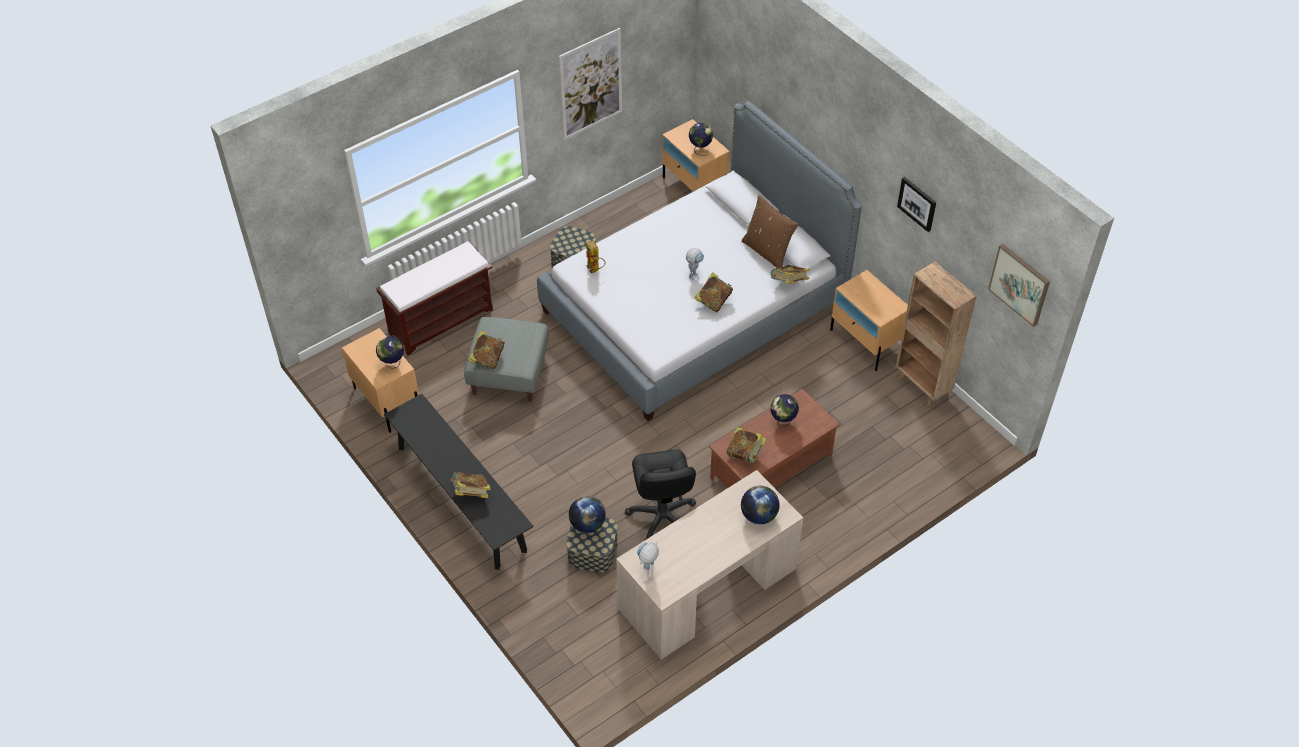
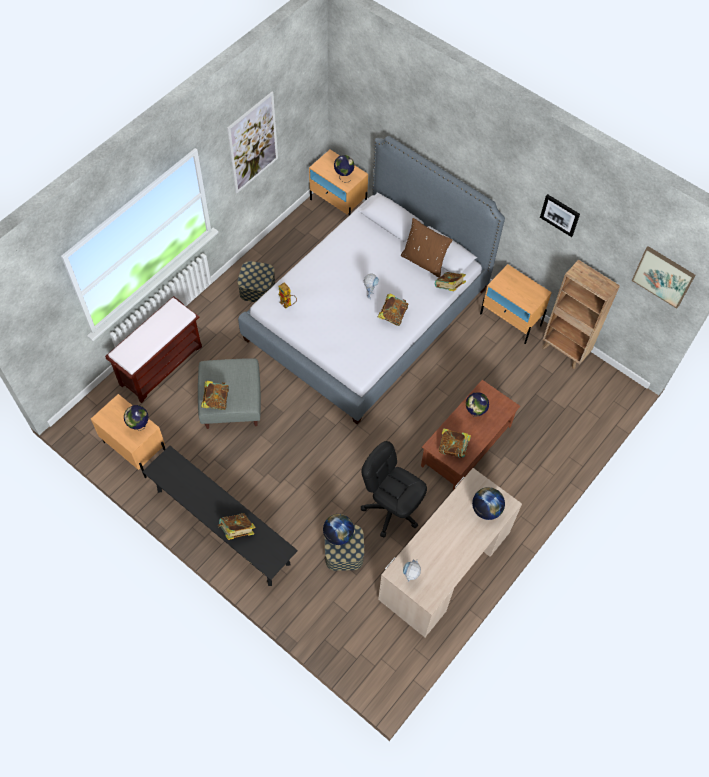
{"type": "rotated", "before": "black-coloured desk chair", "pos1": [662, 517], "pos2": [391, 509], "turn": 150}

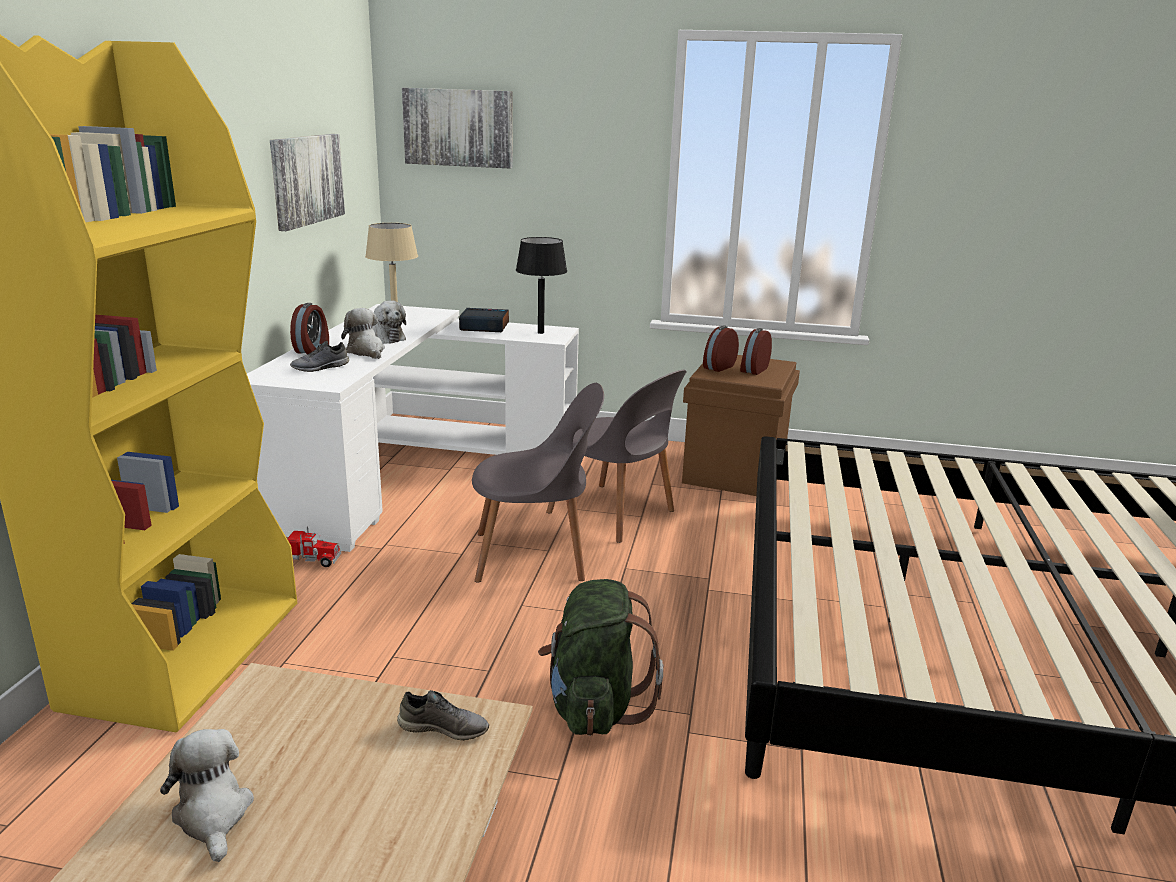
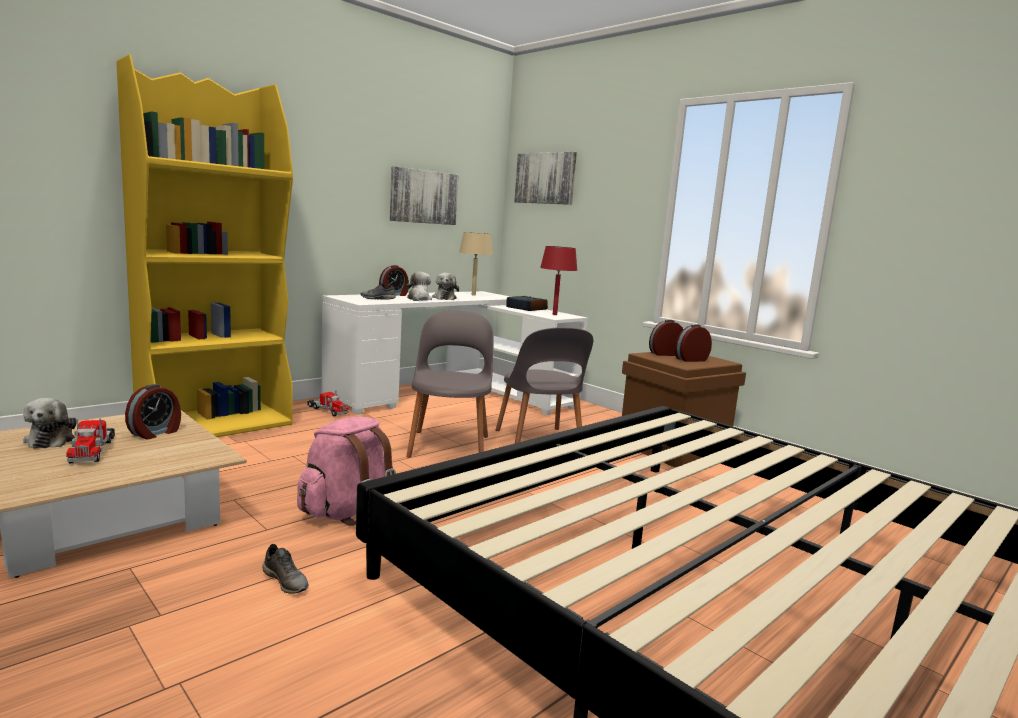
{"type": "new", "after": "toy truck", "pos2": [92, 450]}
{"type": "new", "after": "bedside clock", "pos2": [156, 433]}
{"type": "shifted", "before": "grey item of footwear", "pos1": [444, 727], "pos2": [286, 581]}
{"type": "repainted", "before": "black-coloured table lamp", "after": "reddish table lamp", "pos1": [540, 333], "pos2": [554, 314]}
{"type": "repainted", "before": "green-coloured knapsack", "after": "pink knapsack", "pos1": [594, 707], "pos2": [347, 511]}
{"type": "rotated", "before": "soft toy", "pos1": [213, 815], "pos2": [51, 439], "turn": 150}
{"type": "rotated", "before": "grey upright chair", "pos1": [536, 556], "pos2": [449, 444], "turn": -120}

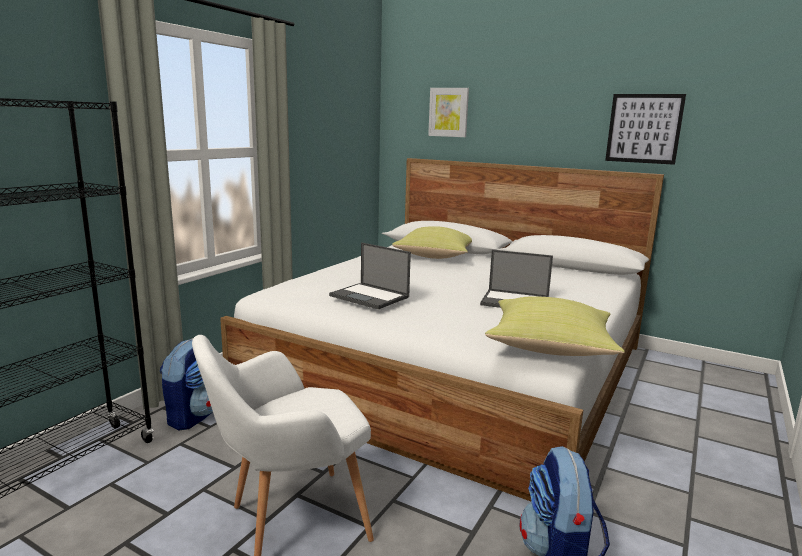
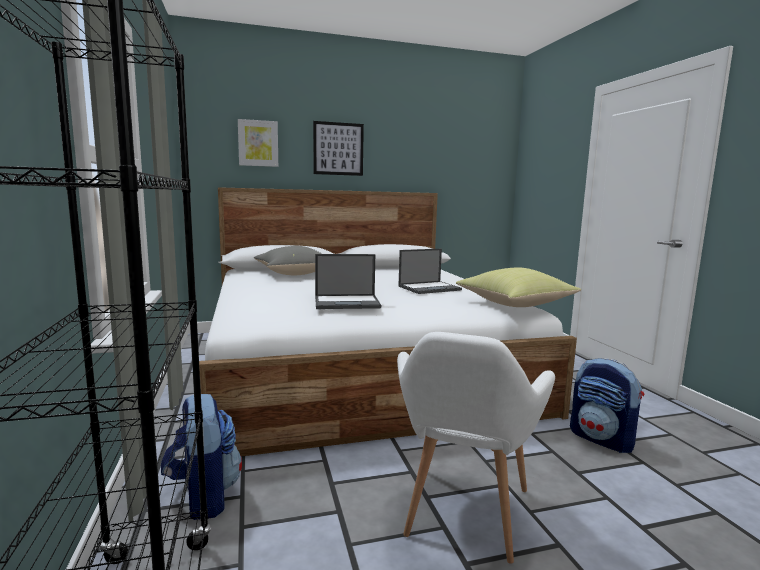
{"type": "shifted", "before": "wall picture", "pos1": [644, 128], "pos2": [338, 149]}
{"type": "repainted", "before": "yellowish pillow", "after": "grey pillow", "pos1": [436, 256], "pos2": [295, 274]}

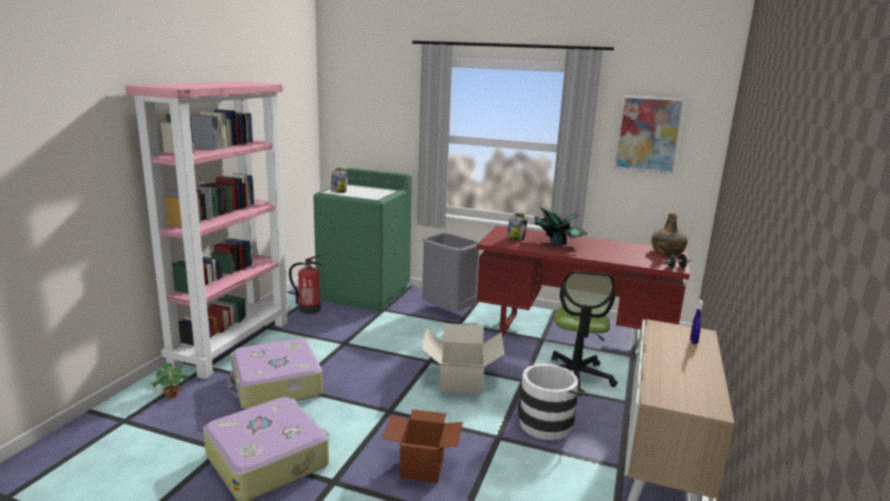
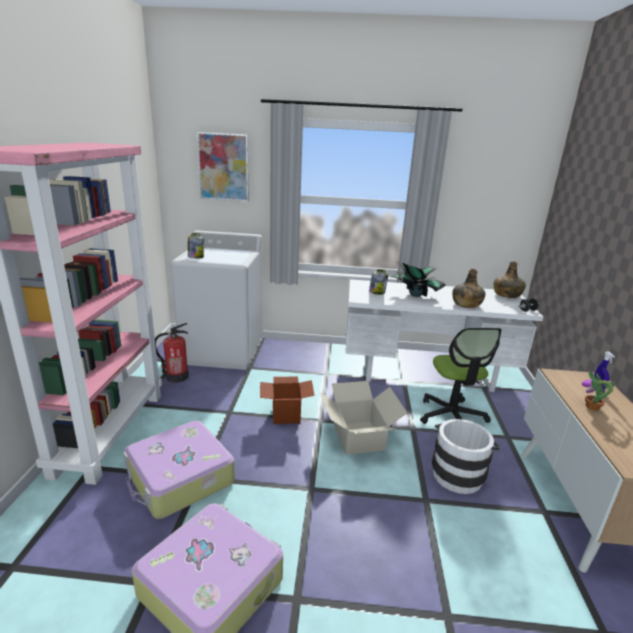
{"type": "gone", "before": "grey waste bin", "pos1": [448, 311]}
{"type": "new", "after": "green-coloured drink bottle", "pos2": [466, 304]}
{"type": "shifted", "before": "plant in a pot", "pos1": [171, 395], "pos2": [592, 407]}
{"type": "shifted", "before": "packing box", "pos1": [422, 467], "pos2": [286, 415]}
{"type": "shifted", "before": "wall picture", "pos1": [648, 134], "pos2": [223, 167]}
{"type": "repainted", "before": "green-coloured laundry machine", "after": "white laundry machine", "pos1": [365, 293], "pos2": [223, 351]}
{"type": "repainted", "before": "reddish desk unit", "after": "white desk unit", "pos1": [573, 336], "pos2": [426, 373]}

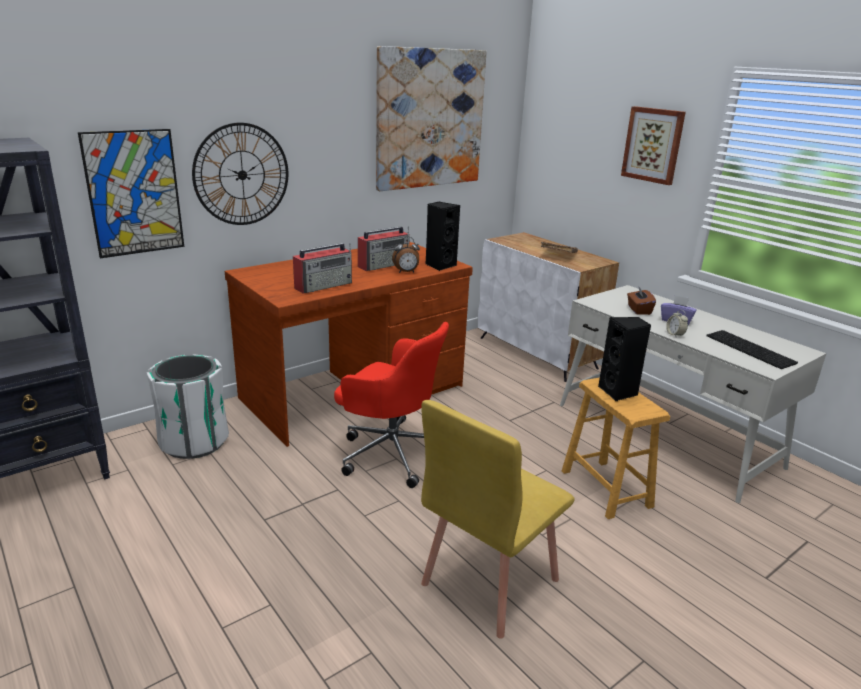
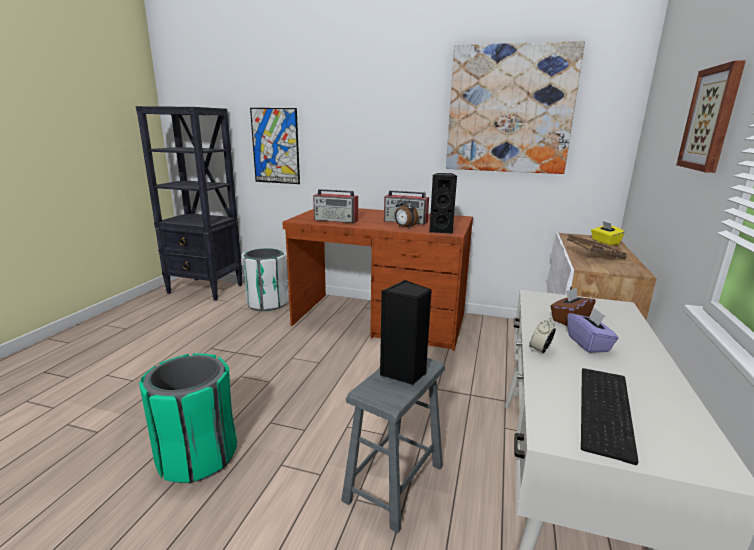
{"type": "gone", "before": "wall clock", "pos1": [242, 175]}
{"type": "gone", "before": "reddish desk chair", "pos1": [391, 451]}
{"type": "new", "after": "yellowish tissue holder", "pos2": [605, 242]}
{"type": "swapped", "before": "yellowish upright chair", "after": "green-coloured waste bin", "pos1": [488, 581], "pos2": [197, 456]}
{"type": "repainted", "before": "brown-coloured stool seat", "after": "grey stool seat", "pos1": [605, 489], "pos2": [394, 483]}

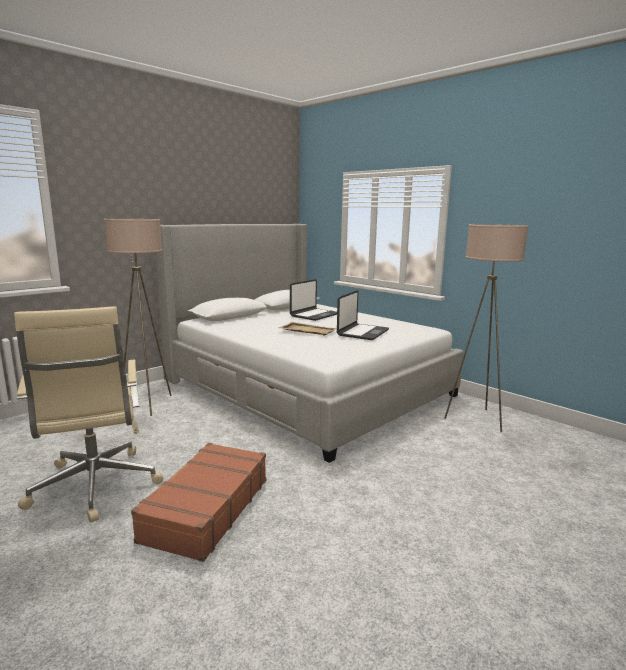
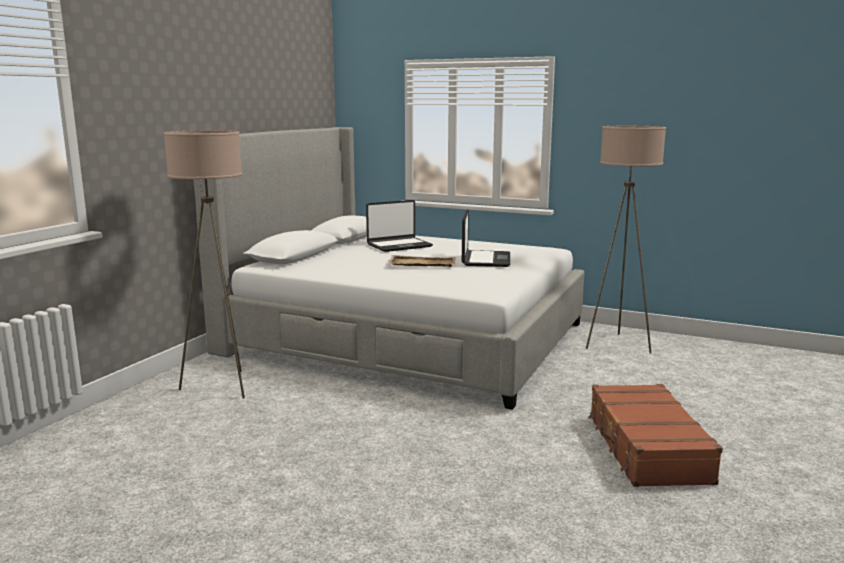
{"type": "gone", "before": "beige desk chair", "pos1": [95, 487]}
{"type": "shifted", "before": "brown-coloured suitcase", "pos1": [205, 509], "pos2": [646, 448]}
{"type": "rotated", "before": "portable computer", "pos1": [314, 315], "pos2": [399, 245], "turn": 45}

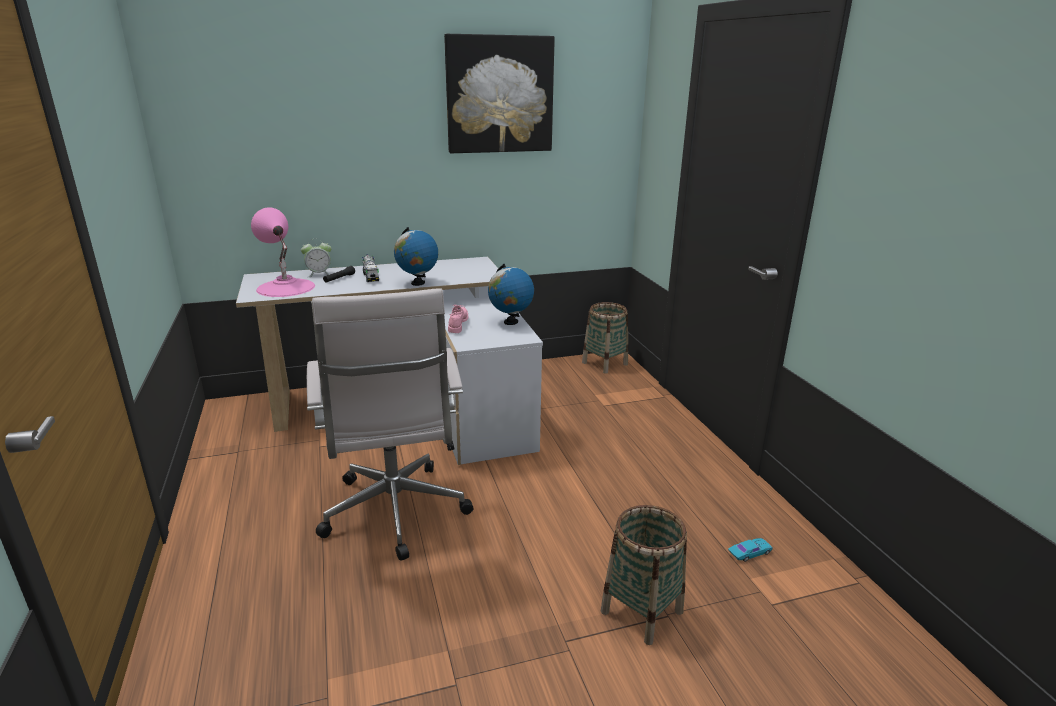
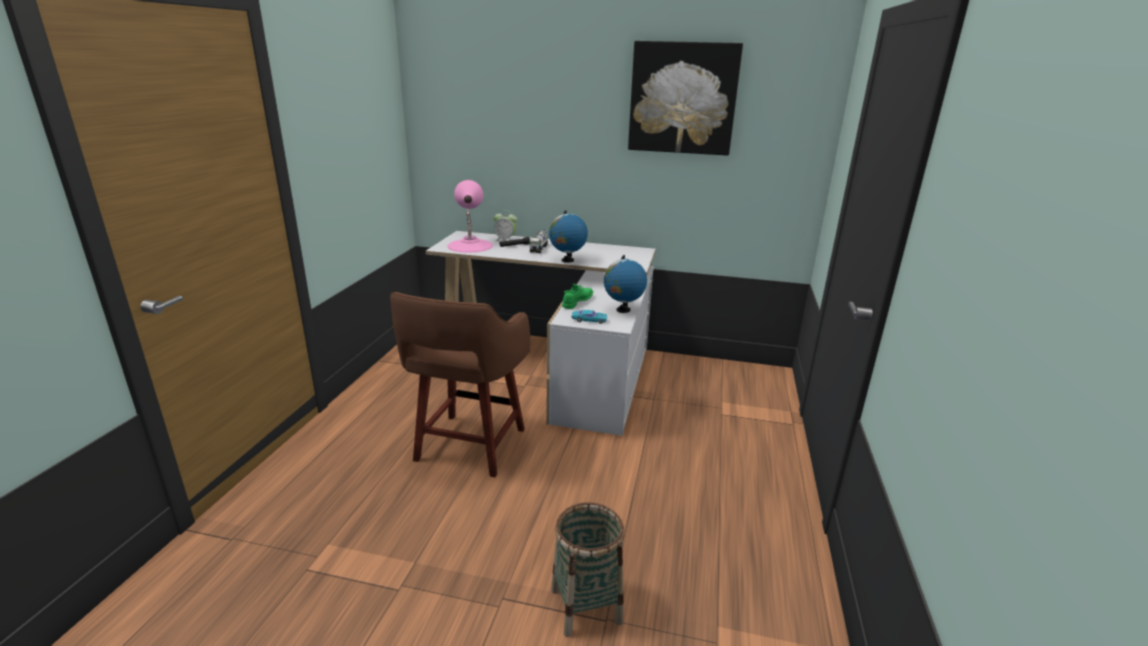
{"type": "gone", "before": "household basket", "pos1": [605, 363]}
{"type": "shifted", "before": "blue-green model car", "pos1": [749, 553], "pos2": [589, 320]}
{"type": "swapped", "before": "white desk chair", "after": "brown-coloured stool seat", "pos1": [395, 515], "pos2": [469, 447]}
{"type": "repainted", "before": "pink item of footwear", "after": "green-coloured item of footwear", "pos1": [458, 324], "pos2": [577, 302]}

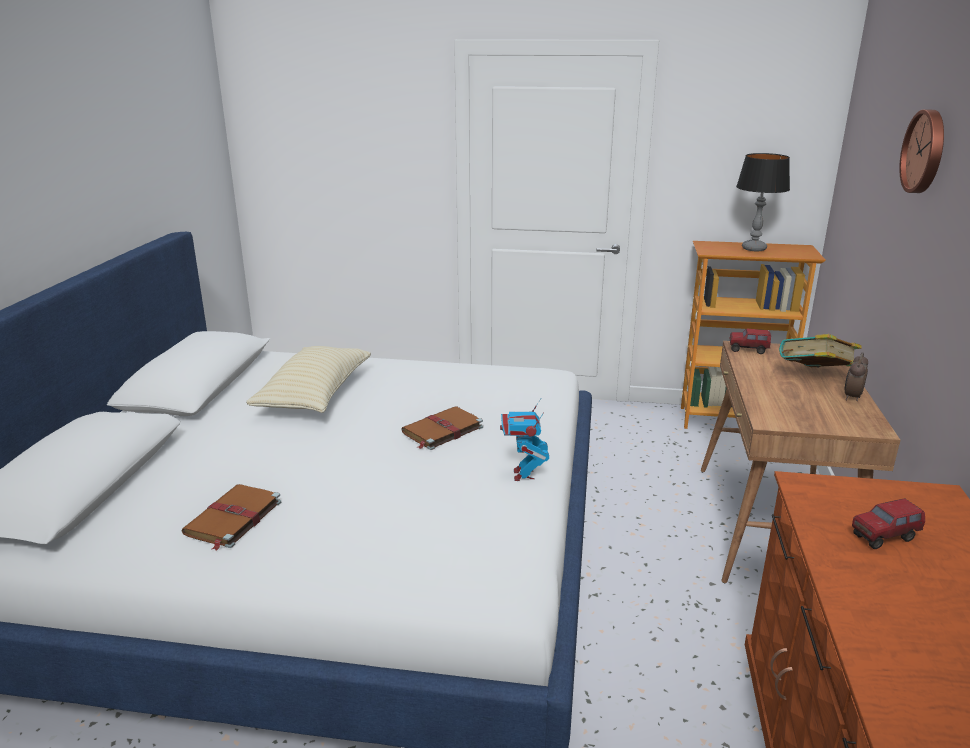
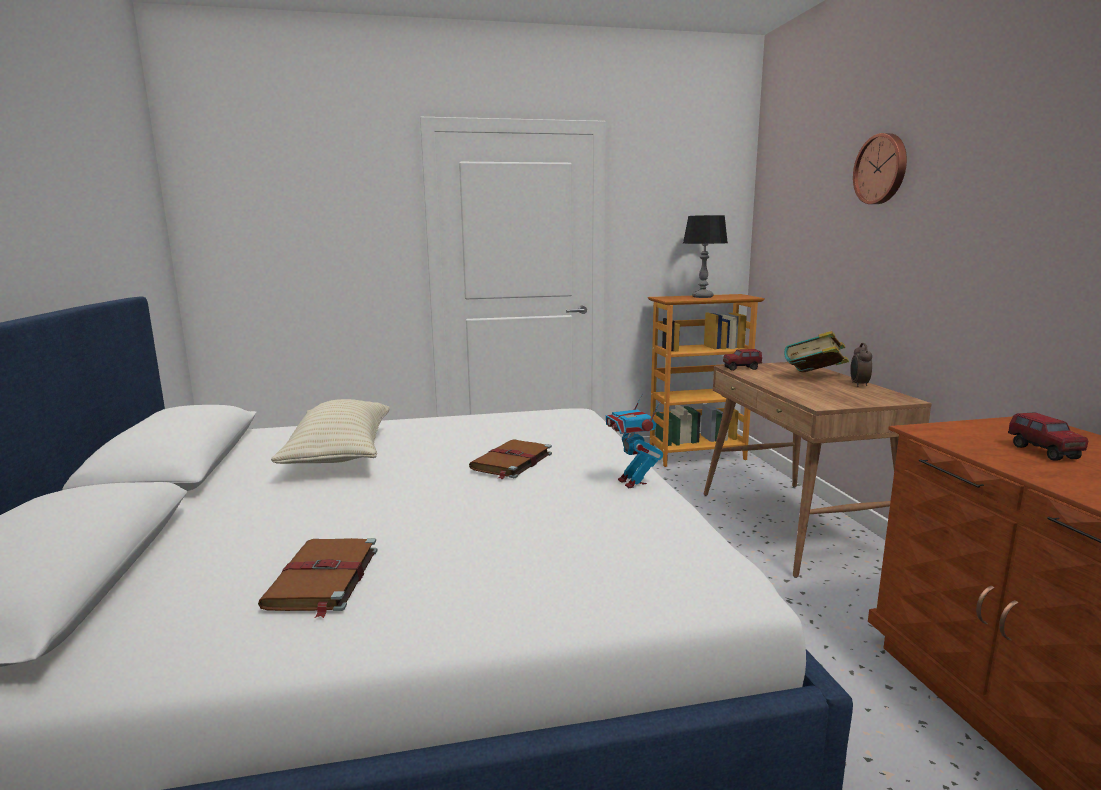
{"type": "rotated", "before": "toy truck", "pos1": [884, 537], "pos2": [1043, 452], "turn": -60}

